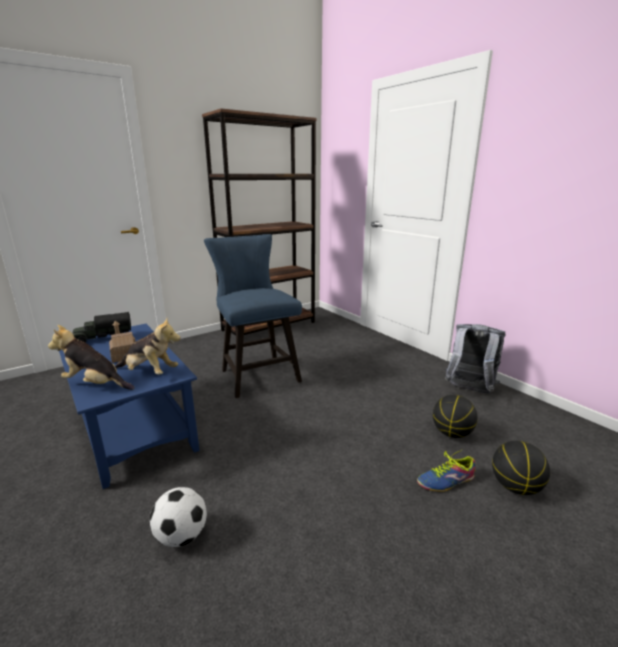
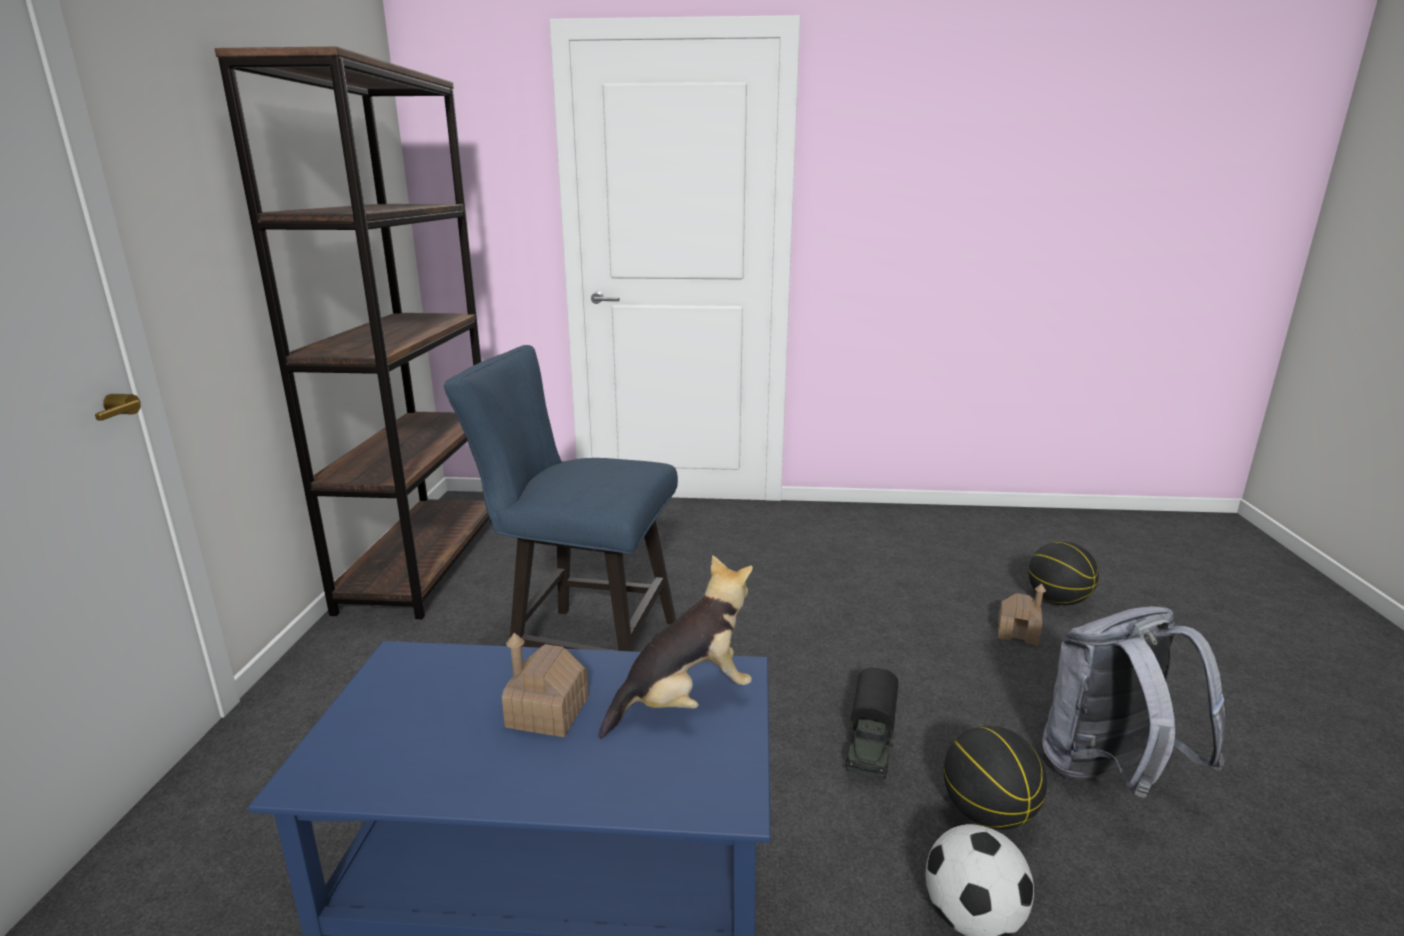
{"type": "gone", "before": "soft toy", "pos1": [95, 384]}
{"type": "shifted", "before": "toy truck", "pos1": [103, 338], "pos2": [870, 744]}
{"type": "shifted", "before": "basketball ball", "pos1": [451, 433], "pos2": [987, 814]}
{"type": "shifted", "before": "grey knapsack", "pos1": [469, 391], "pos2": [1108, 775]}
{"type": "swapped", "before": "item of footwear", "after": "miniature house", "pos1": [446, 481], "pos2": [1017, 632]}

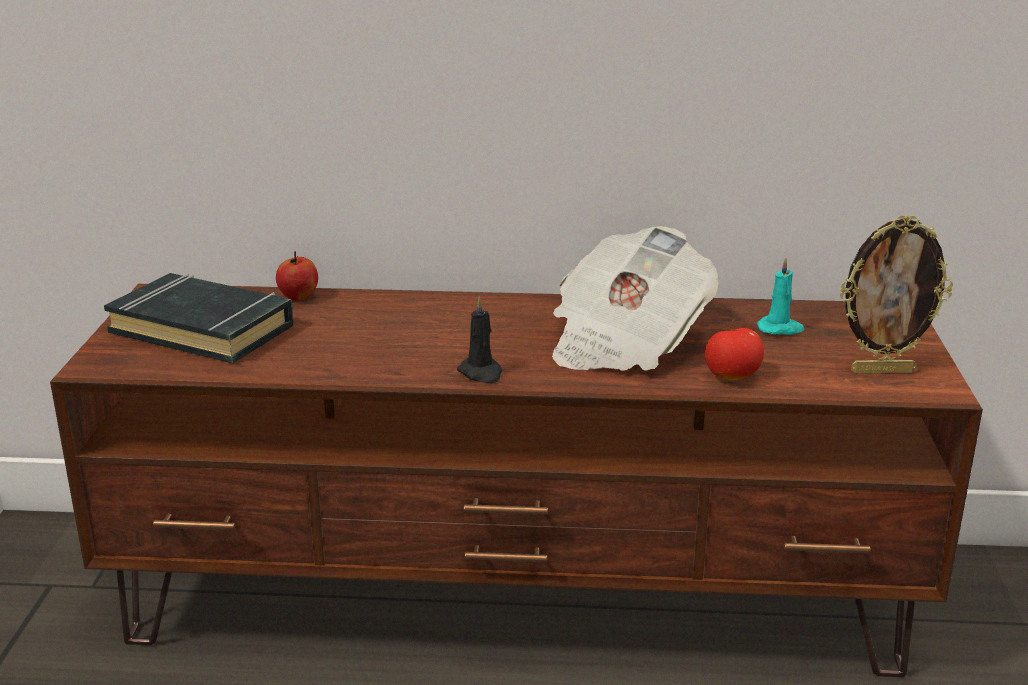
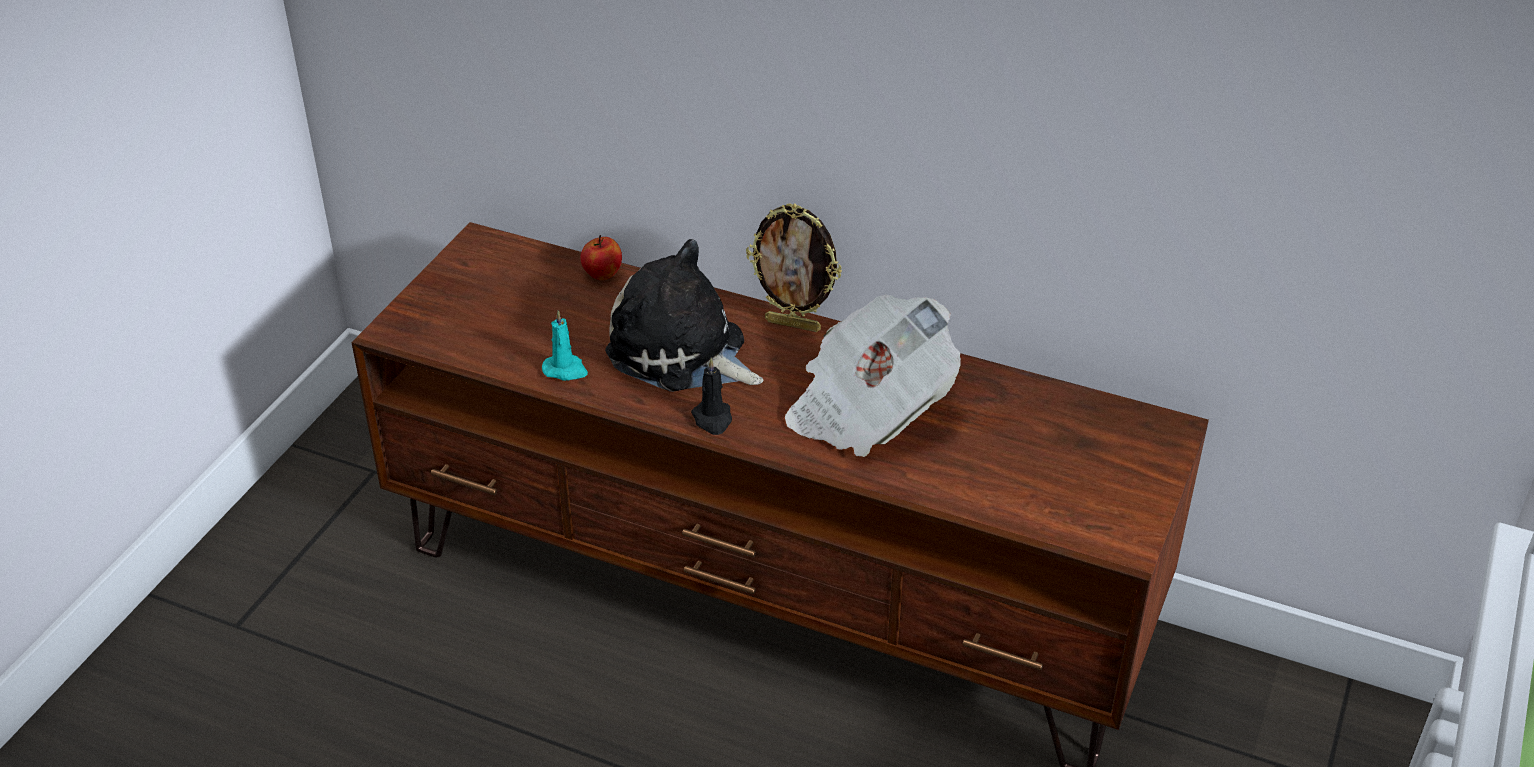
{"type": "gone", "before": "black-coloured volume", "pos1": [203, 329]}
{"type": "gone", "before": "apple fruit", "pos1": [732, 377]}
{"type": "new", "after": "soft toy", "pos2": [682, 353]}
{"type": "shifted", "before": "blue-green wax candle", "pos1": [780, 329], "pos2": [565, 370]}
{"type": "shifted", "before": "standing frame", "pos1": [882, 371], "pos2": [793, 324]}

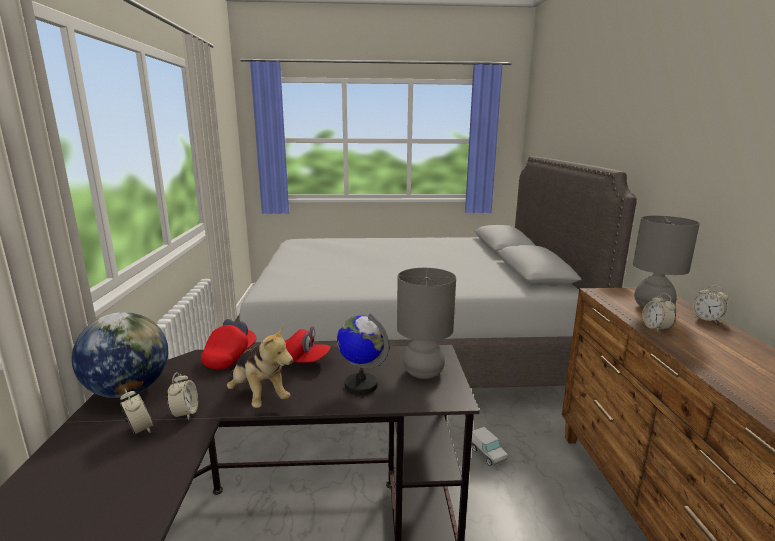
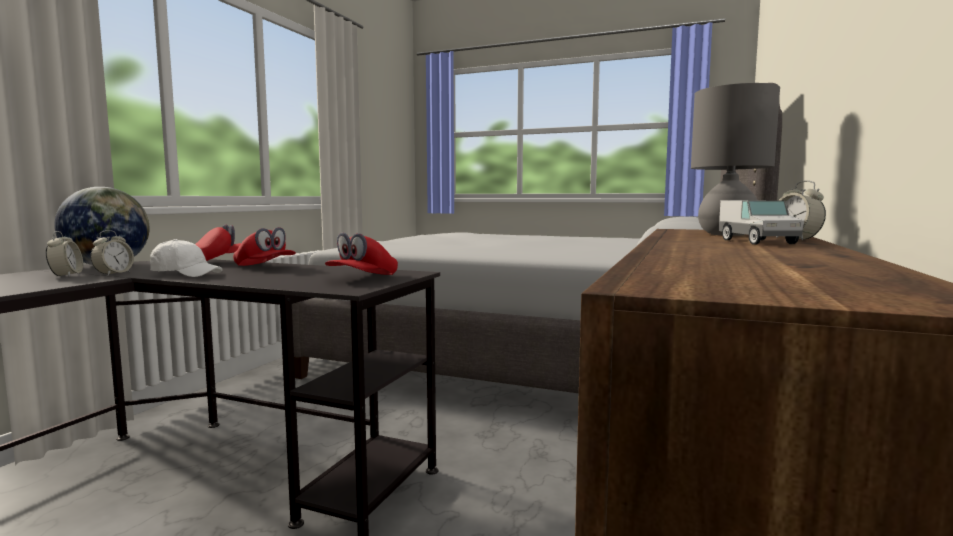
{"type": "gone", "before": "globe", "pos1": [361, 385]}
{"type": "gone", "before": "bedside clock", "pos1": [655, 328]}
{"type": "shifted", "before": "toy truck", "pos1": [487, 454], "pos2": [757, 242]}
{"type": "swapped", "before": "soft toy", "after": "white cap", "pos1": [258, 396], "pos2": [186, 274]}
{"type": "swapped", "before": "grey table lamp", "after": "reddish cap", "pos1": [424, 372], "pos2": [363, 278]}

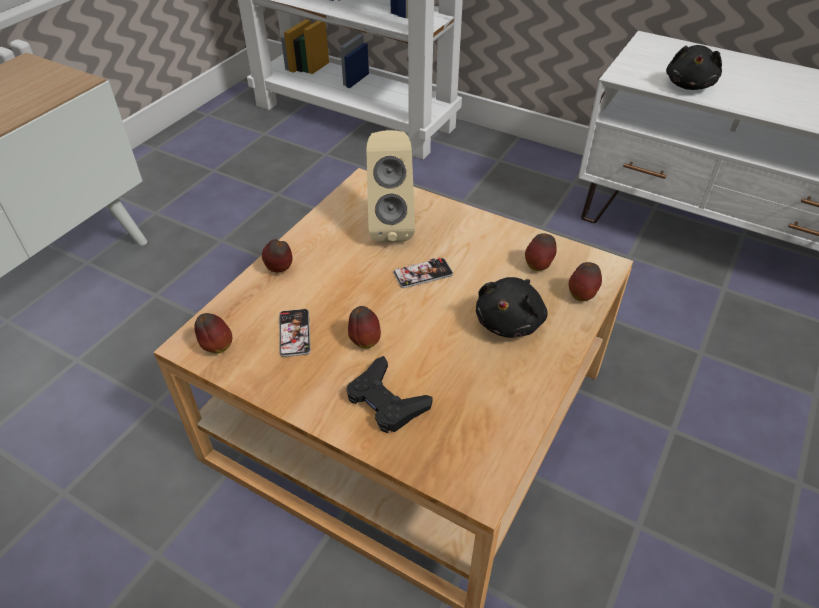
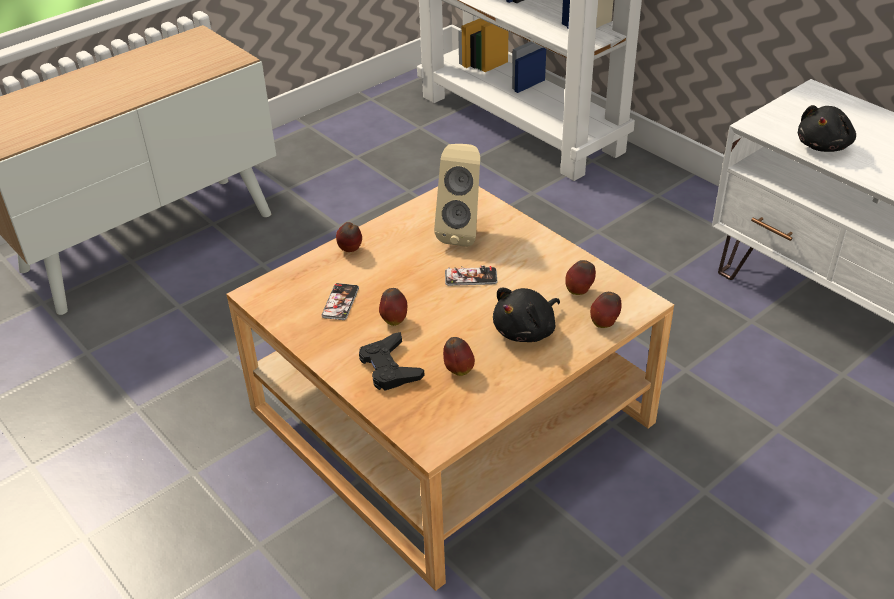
{"type": "shifted", "before": "apple fruit", "pos1": [216, 347], "pos2": [458, 370]}

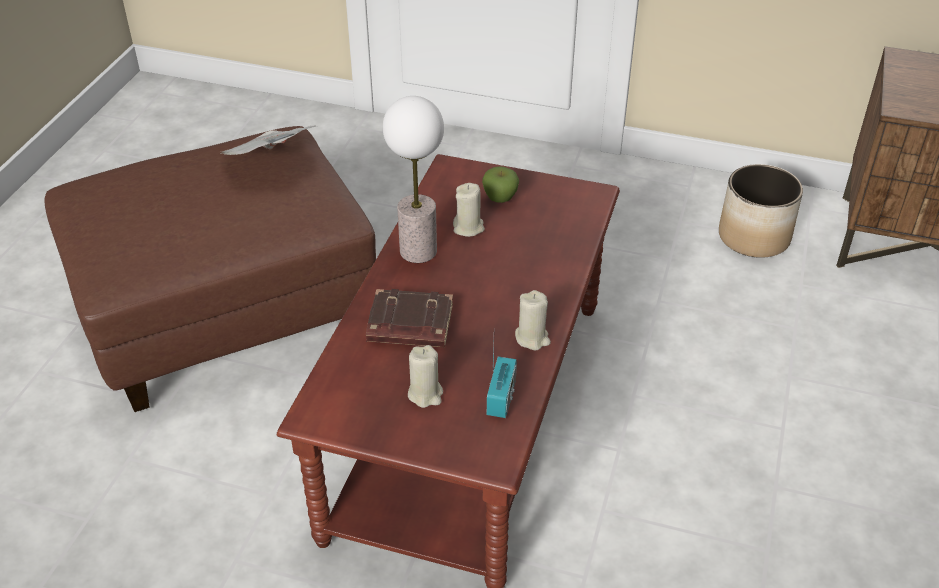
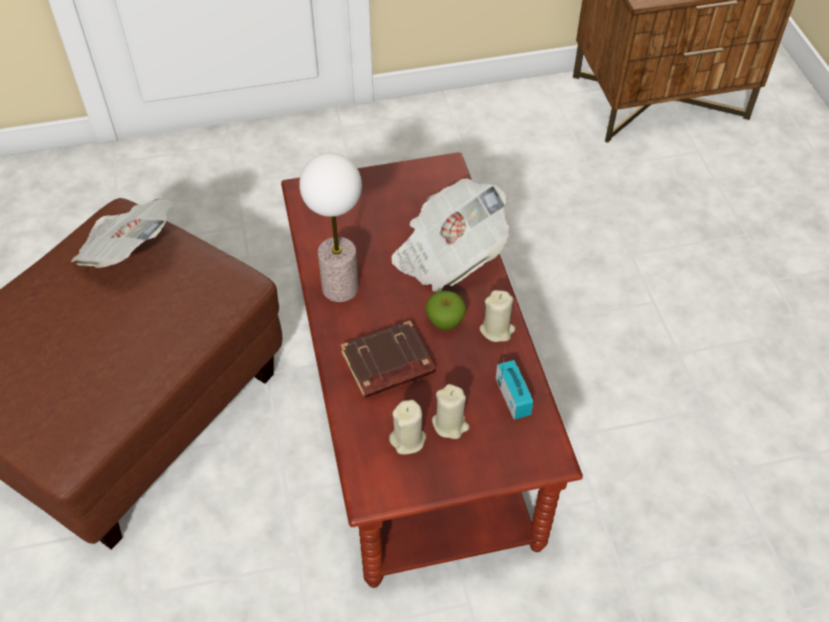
{"type": "gone", "before": "planter", "pos1": [753, 237]}
{"type": "new", "after": "daily paper", "pos2": [448, 255]}
{"type": "shifted", "before": "beige wax candle", "pos1": [468, 227], "pos2": [408, 439]}
{"type": "shifted", "before": "apple fruit", "pos1": [500, 198], "pos2": [445, 322]}

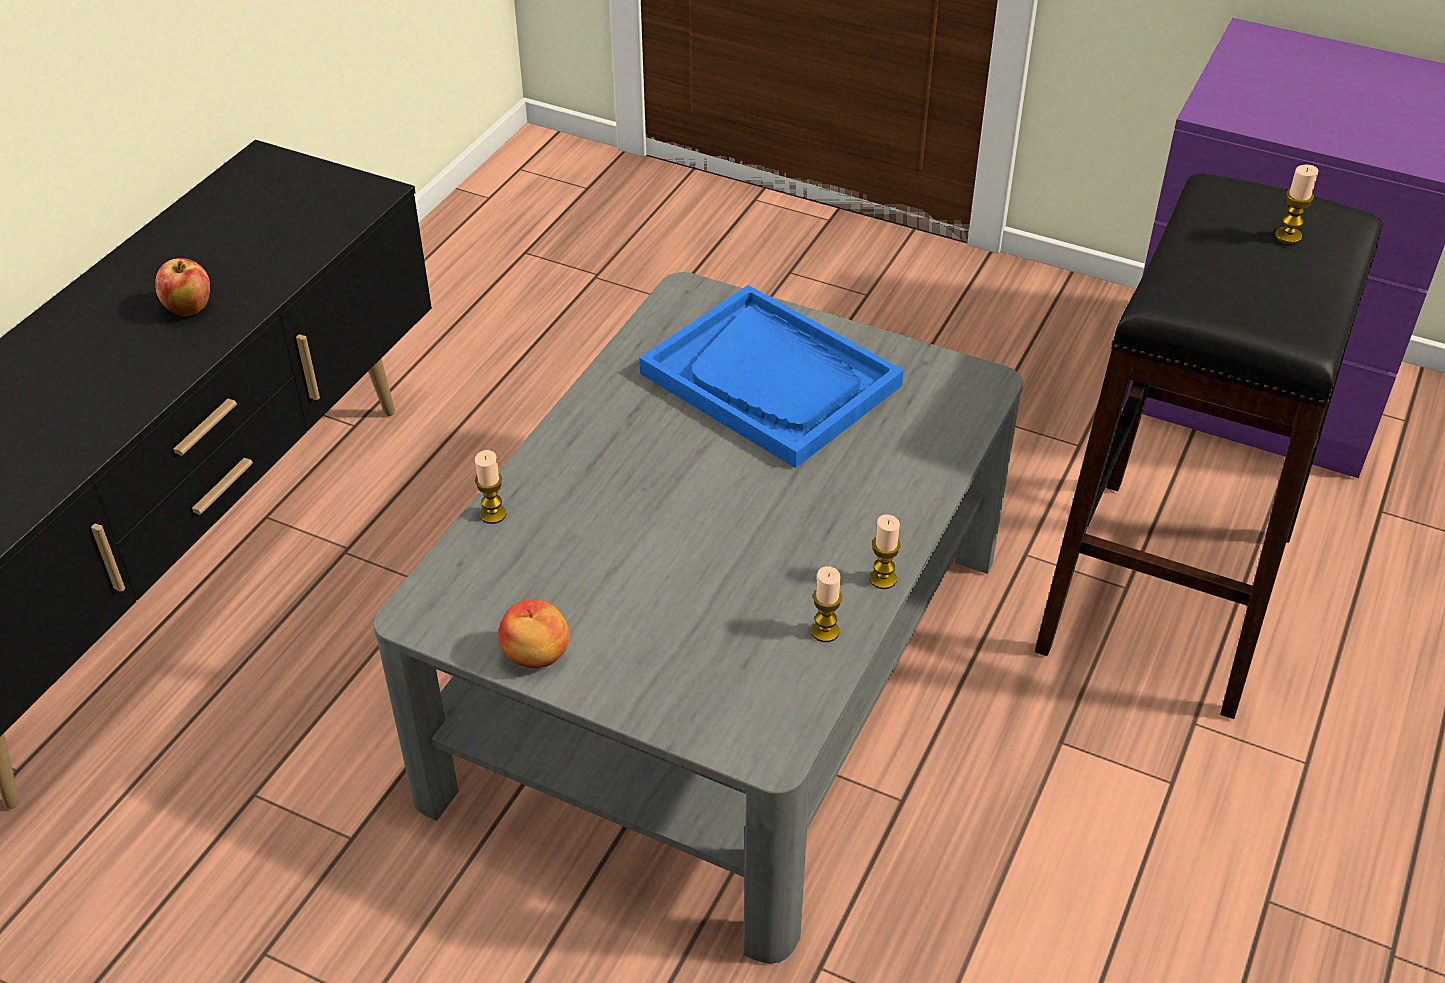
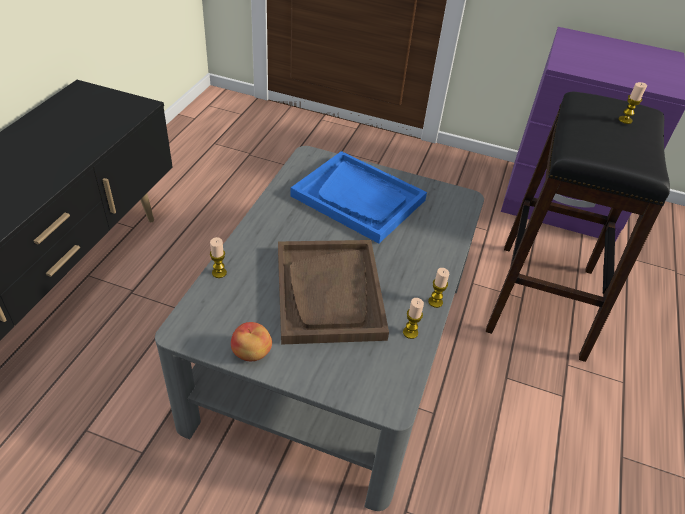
{"type": "gone", "before": "apple fruit", "pos1": [188, 309]}
{"type": "new", "after": "brown-coloured carrying tray", "pos2": [329, 293]}

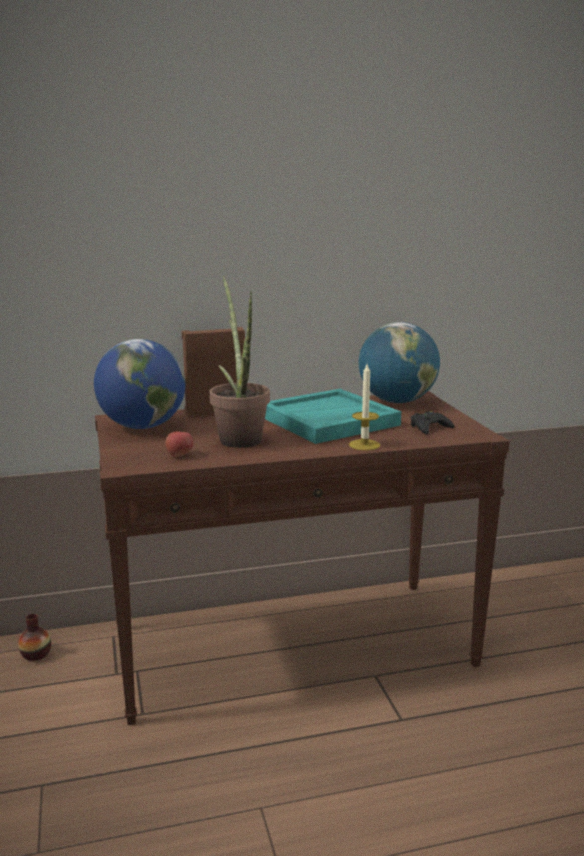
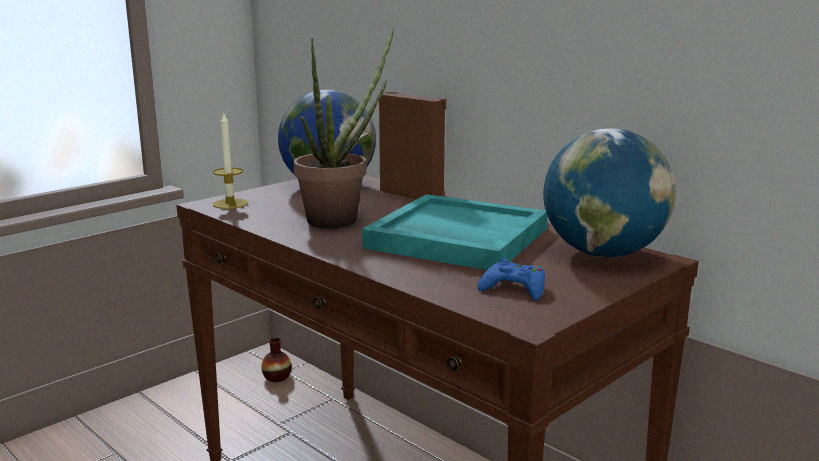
{"type": "gone", "before": "apple fruit", "pos1": [179, 455]}
{"type": "shifted", "before": "wax candle", "pos1": [364, 445], "pos2": [230, 204]}
{"type": "repainted", "before": "black-coloured gamepad", "after": "blue gamepad", "pos1": [430, 427], "pos2": [514, 288]}

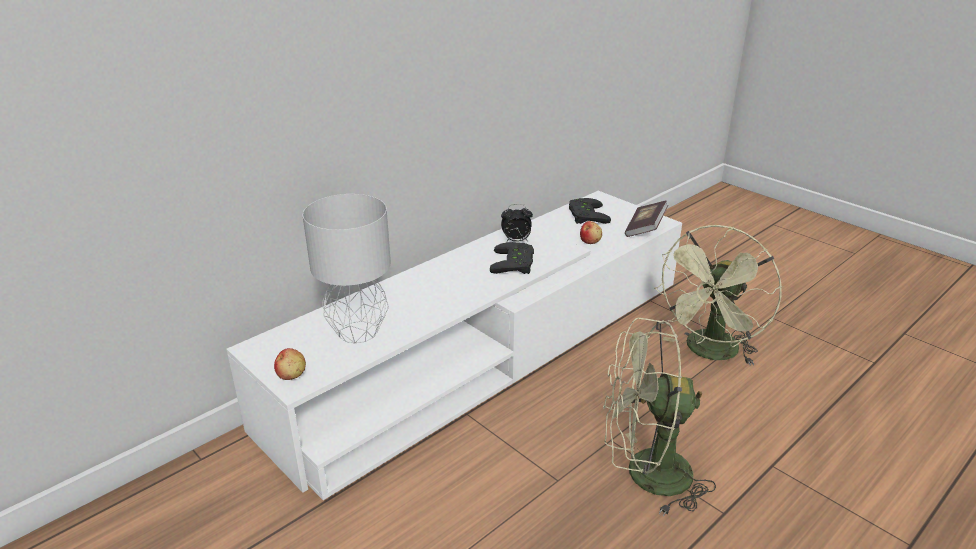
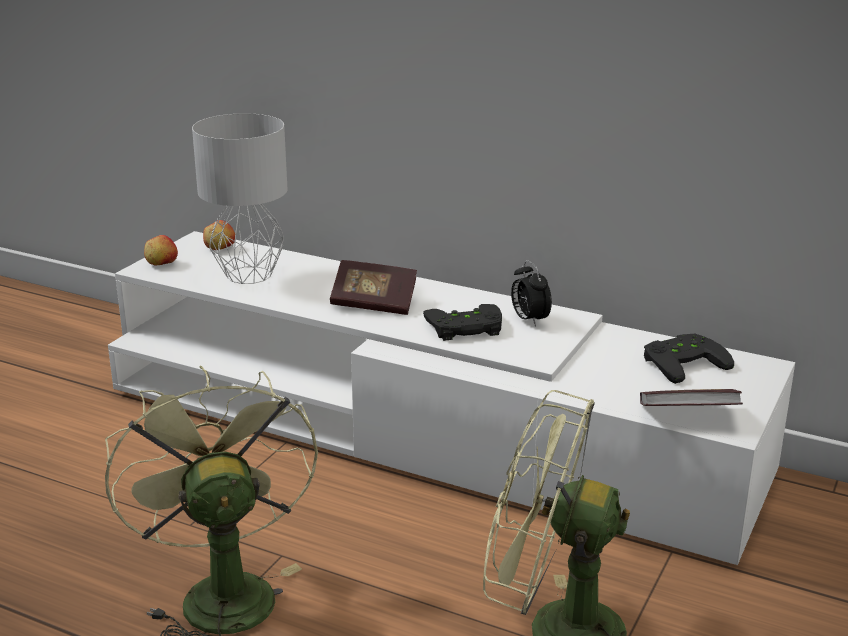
{"type": "new", "after": "volume", "pos2": [373, 304]}
{"type": "shifted", "before": "apple fruit", "pos1": [590, 241], "pos2": [220, 248]}

